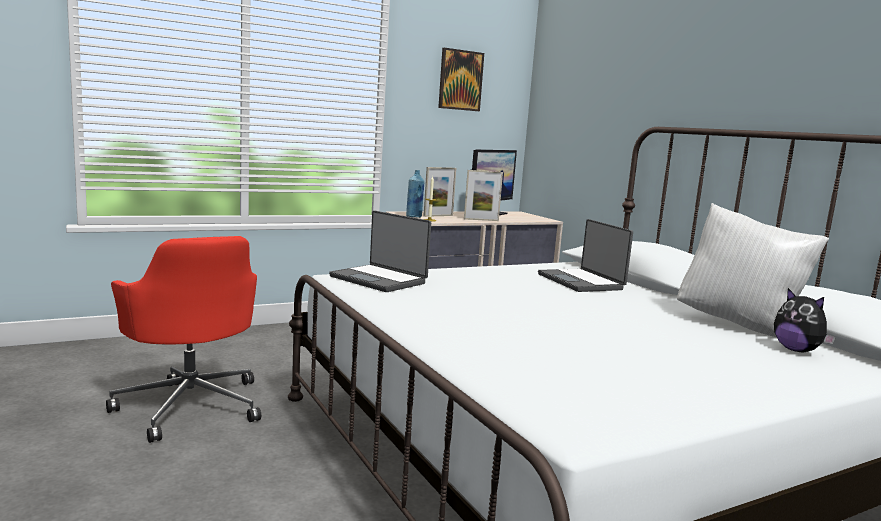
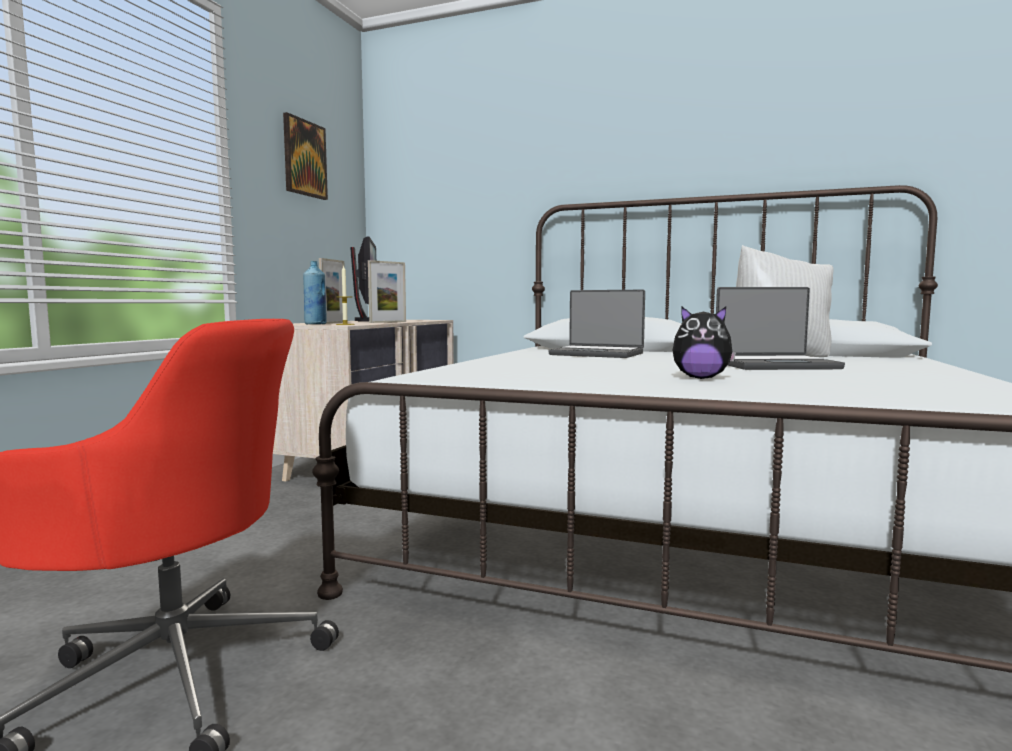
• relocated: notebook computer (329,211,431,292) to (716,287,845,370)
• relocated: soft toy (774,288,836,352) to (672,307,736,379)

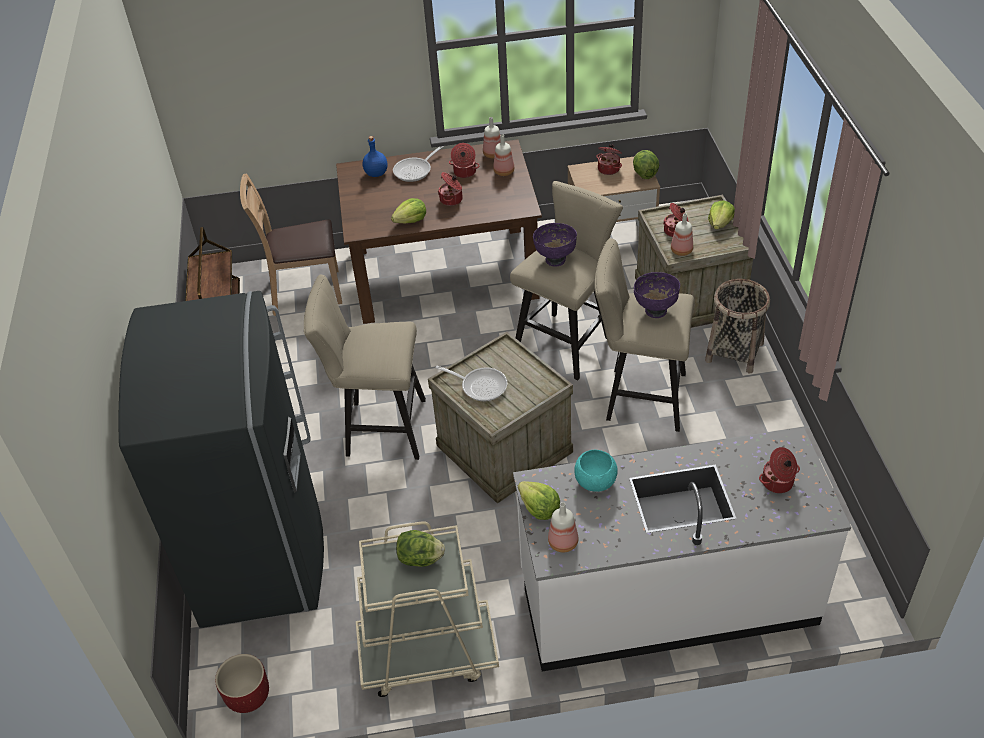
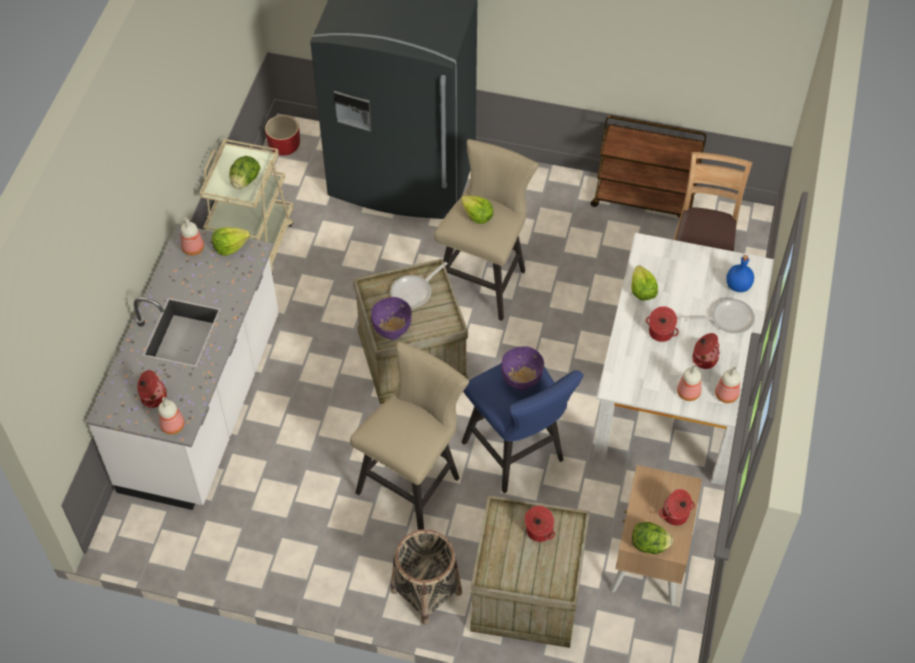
• colour: dining table (brown) (336,139,542,324) to dining table (white-coloured) (593,233,774,486)
• spun: skillet (393,146,444,182) = (685,299,755,334) 105 degrees clockwise
• colour: stool seat (sand-coloured) (510,181,623,381) to stool seat (blue-coloured) (462,364,583,493)
• missing: serving bowl (turquoise-coloured) (574,450,618,492)
• relocated: serving bowl (purple-coloured) (634,272,680,318) to (371,297,412,340)
• relocated: bottle (671,213,693,256) to (158,397,185,435)
• relocated: lettuce (708,200,735,230) to (461,195,494,224)

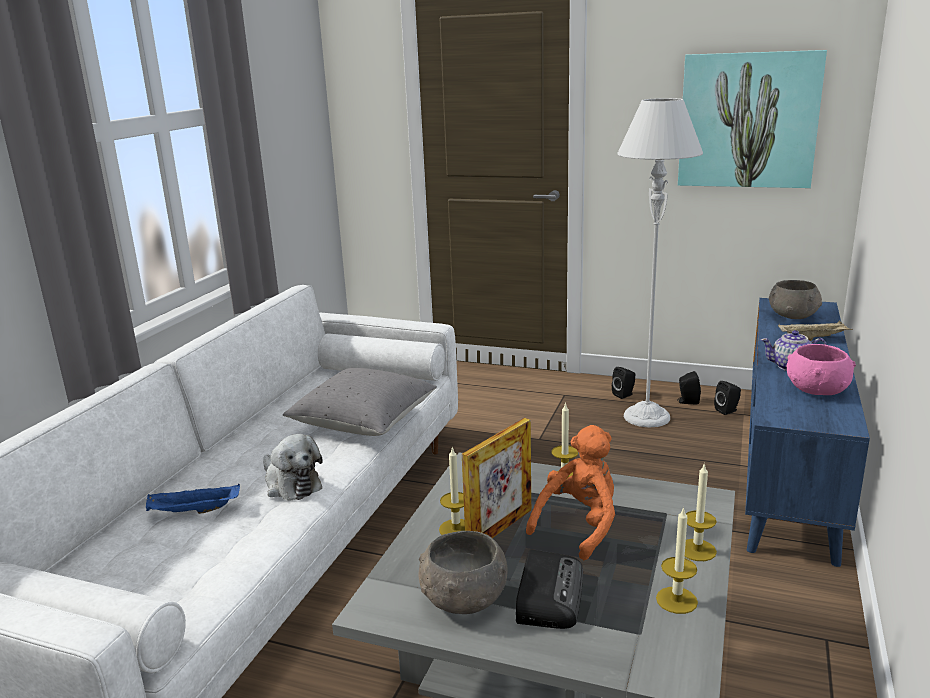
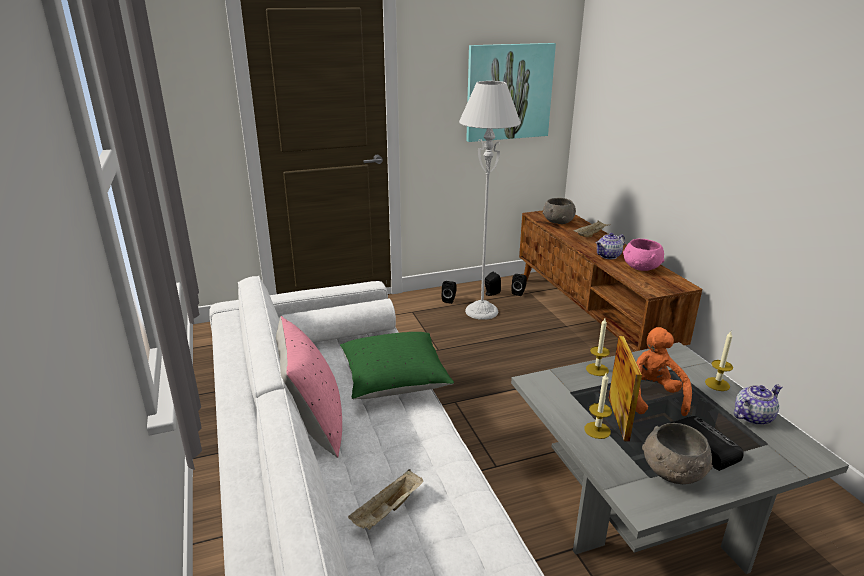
• colour: serving tray (blue-coloured) (146,483,240,514) to serving tray (sand-coloured) (348,469,423,530)
• missing: soft toy (263,434,323,501)
• colour: throw pillow (grey) (283,368,437,436) to throw pillow (green-coloured) (340,332,454,399)
• exchanged: wax candle (656,507,698,614) to pot for tea (734,384,782,425)
• colour: tv unit (blue-coloured) (745,298,870,567) to tv unit (brown) (519,211,702,352)
• appeared: throw pillow (pink) (276,316,342,458)

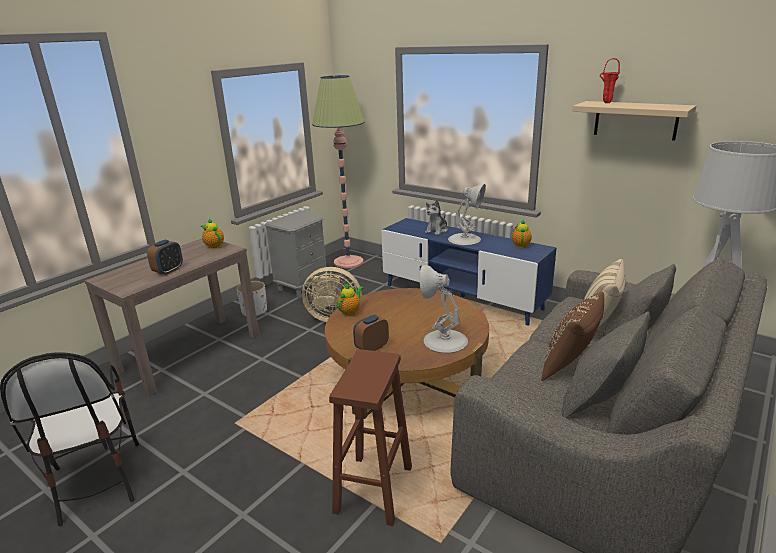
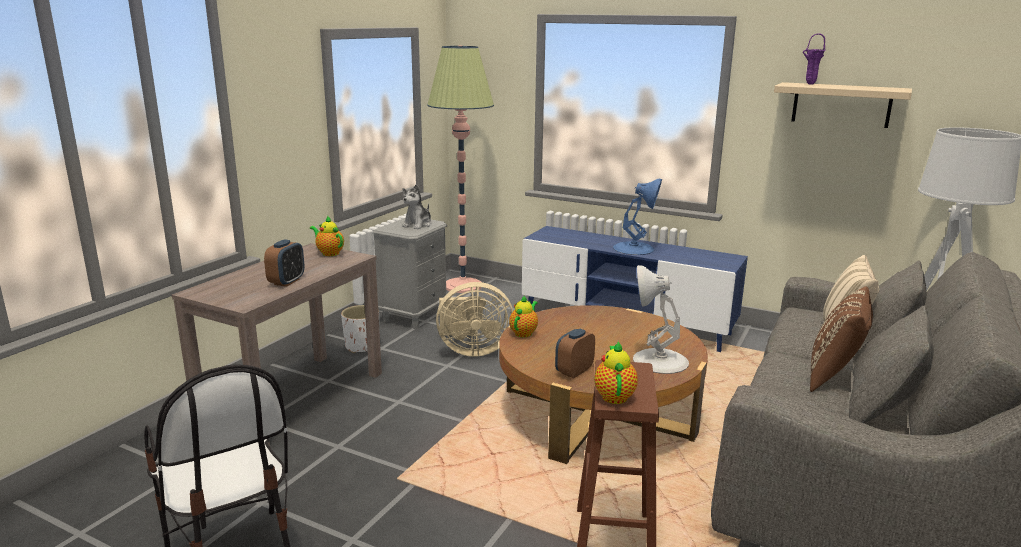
• relocated: soft toy (425,200,448,235) to (402,184,432,229)
• colour: lamp for a table (white-coloured) (448,184,486,246) to lamp for a table (blue-coloured) (613,179,662,255)
• relocated: pot for tea (512,220,532,248) to (594,341,638,404)
• colour: flower vase (reddish) (600,58,620,103) to flower vase (purple-coloured) (803,33,826,85)

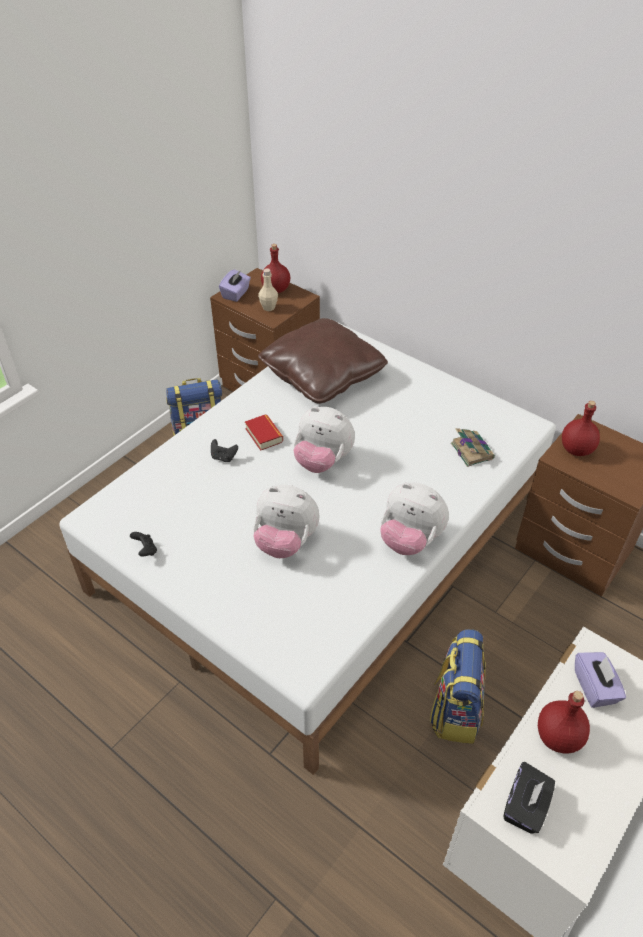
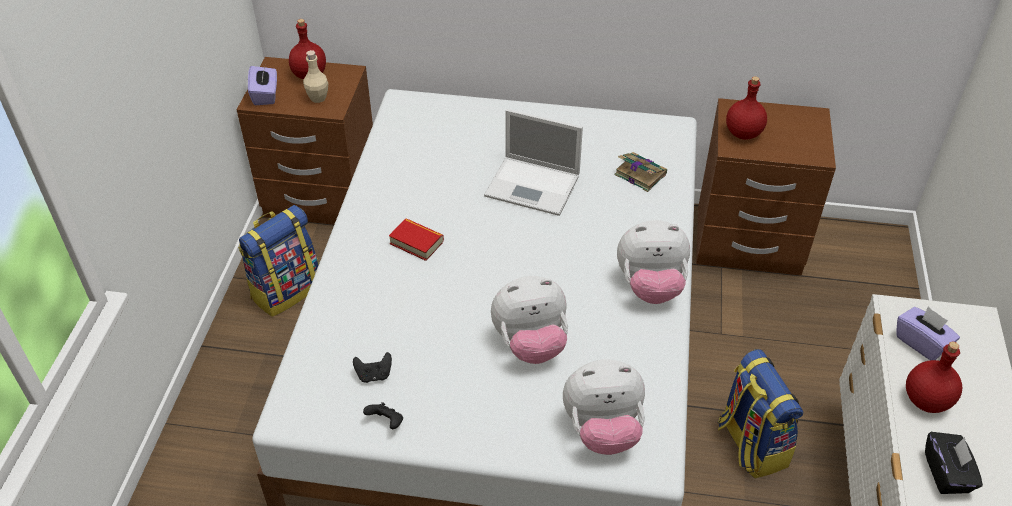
• relocated: joypad (blackish) (211,439,238,462) to (353,352,392,383)
• missing: throw pillow (brown) (258,318,388,404)
• relocated: soft toy (293,406,355,473) to (563,359,645,455)
• appeared: notebook computer (484,109,583,216)

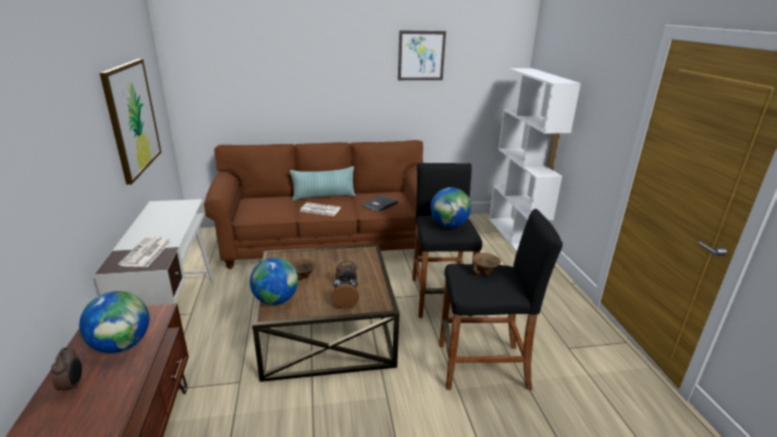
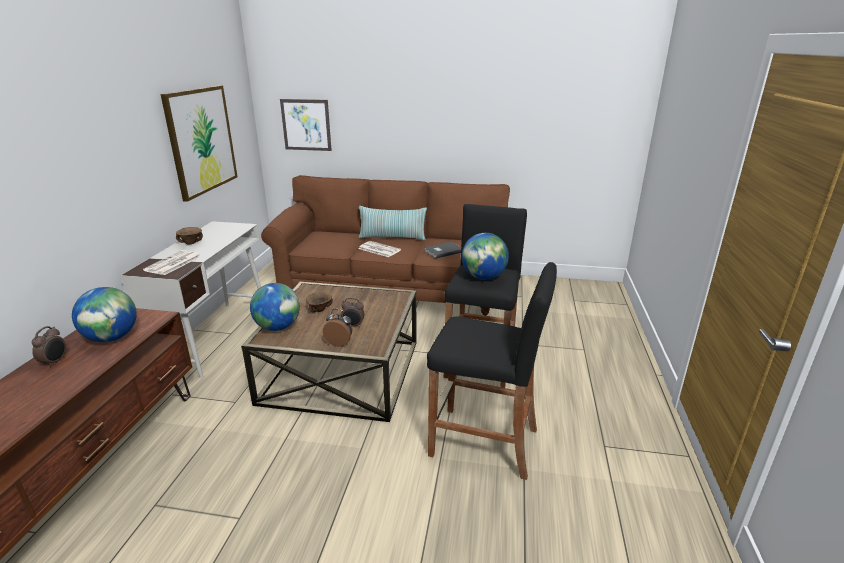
• relocated: wall art (398,30,446,80) to (280,99,332,151)
• relocated: serving bowl (brown) (473,253,501,275) to (176,227,203,244)
• missing: bookcase (white-coloured) (489,68,581,252)

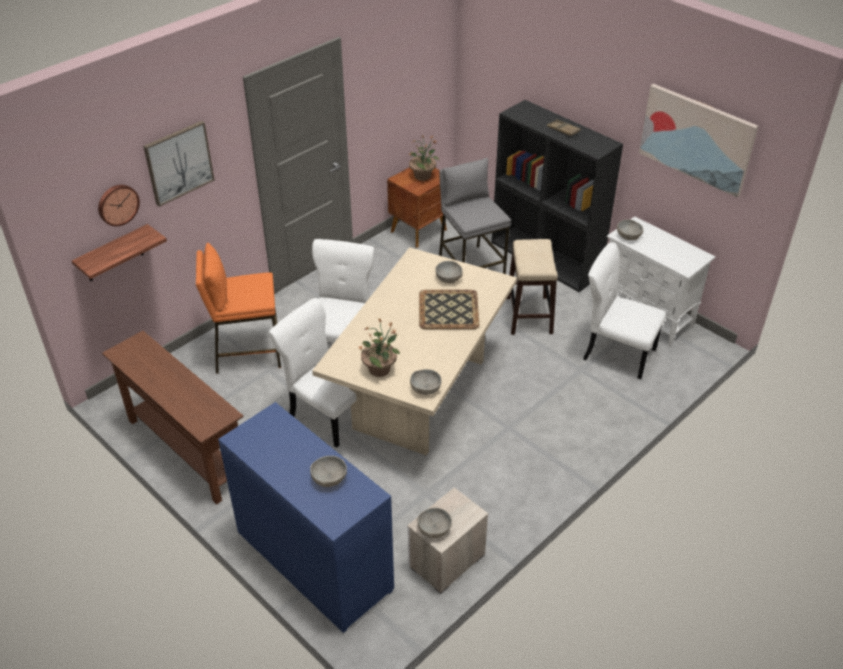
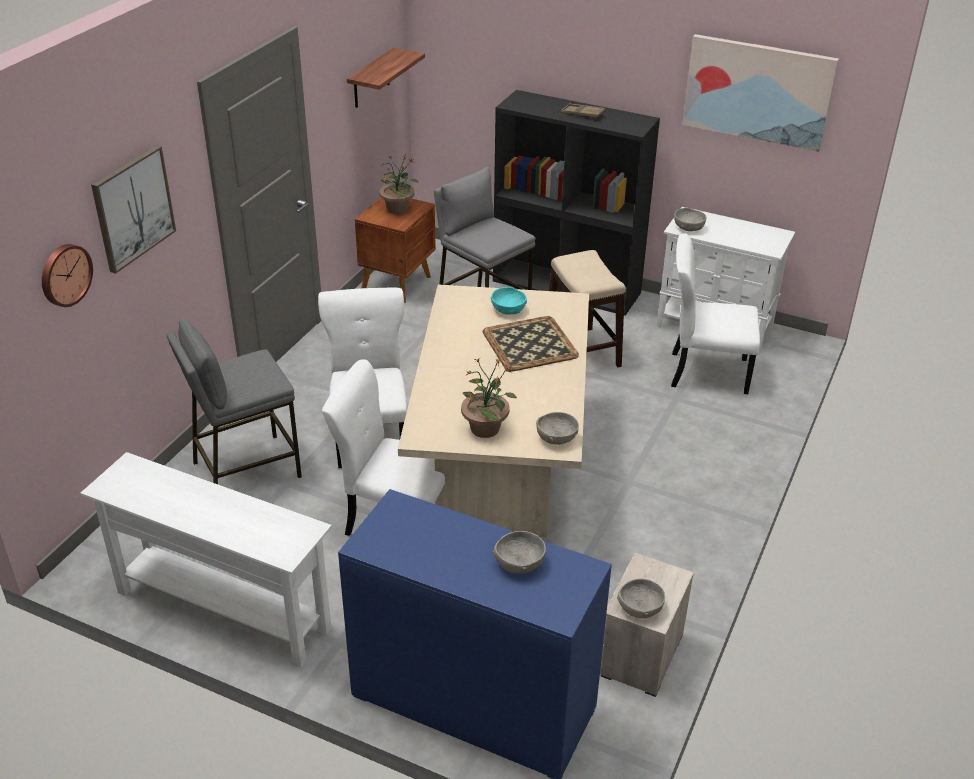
• relocated: bracket shelf (72,224,167,281) to (347,48,425,108)
• colour: hall table (brown) (102,331,243,504) to hall table (white-coloured) (80,452,332,668)
• colour: stool seat (orange) (196,243,281,374) to stool seat (grey) (166,319,302,484)
• colour: serving bowl (grey) (436,261,463,283) to serving bowl (turquoise-coloured) (490,287,527,314)

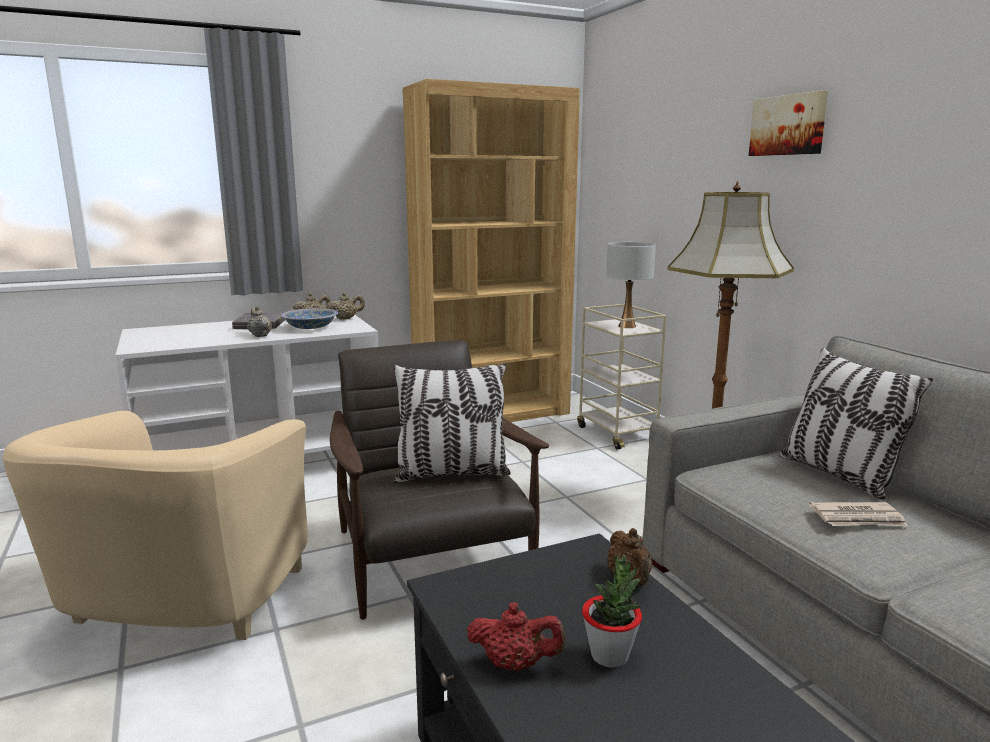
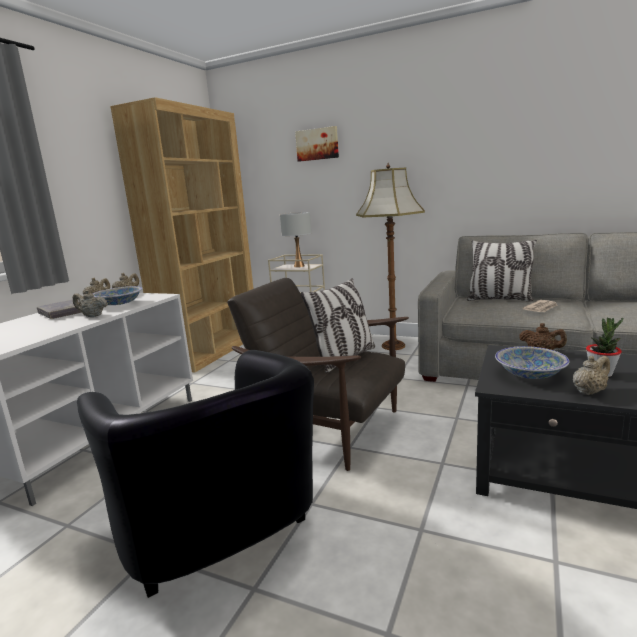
• colour: armchair (sand-coloured) (3,411,308,640) to armchair (blackish) (77,350,314,598)
• colour: pot for tea (reddish) (467,603,566,671) to pot for tea (sand-coloured) (573,356,610,395)
• relocated: wall art (749,90,828,156) to (295,126,339,162)
• appeared: serving bowl (495,346,569,379)

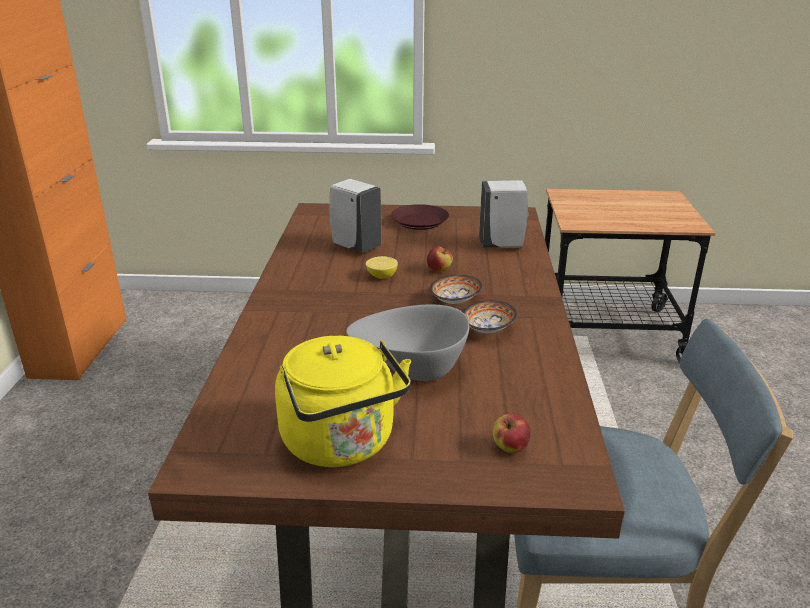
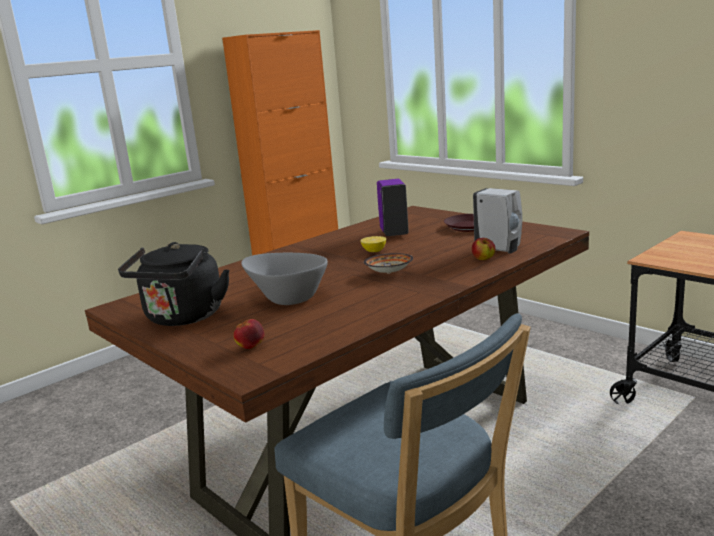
• colour: water kettle (yellow-coloured) (275,336,411,467) to water kettle (blackish) (118,242,230,326)
• colour: soap dispenser (white-coloured) (329,179,382,253) to soap dispenser (purple-coloured) (377,179,409,236)
• relocated: apple (427,247,453,272) to (472,238,495,260)
• missing: serving bowl (463,300,517,333)

